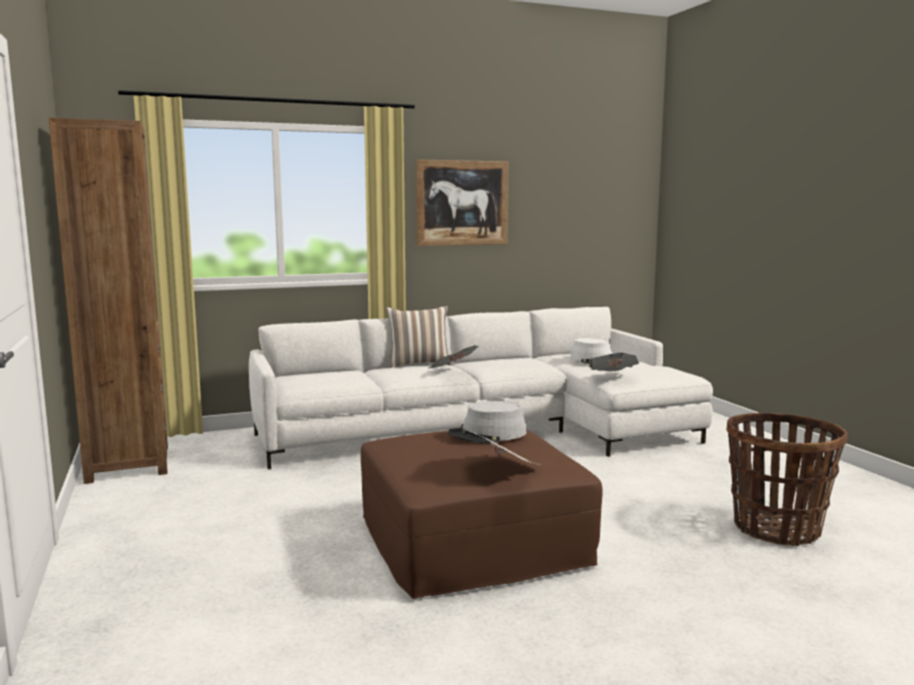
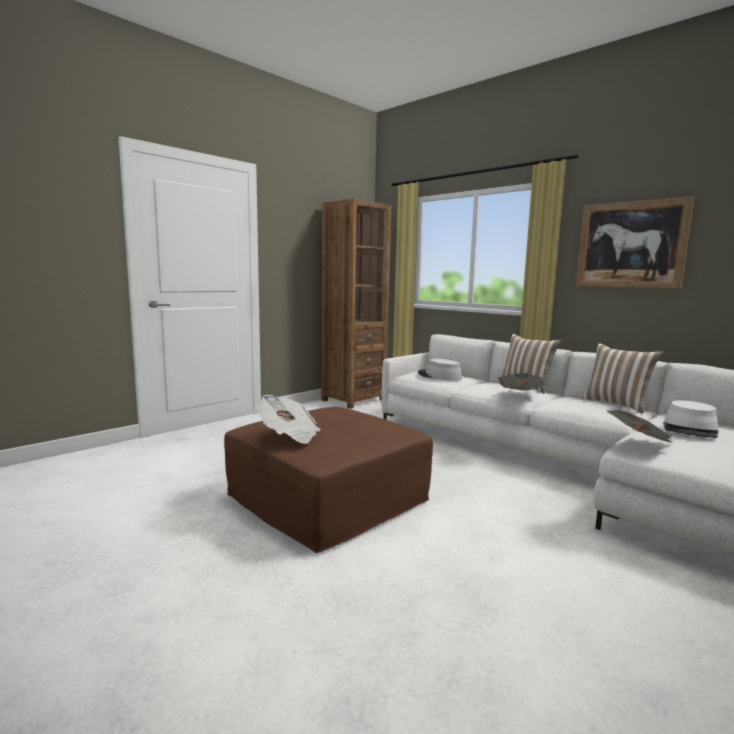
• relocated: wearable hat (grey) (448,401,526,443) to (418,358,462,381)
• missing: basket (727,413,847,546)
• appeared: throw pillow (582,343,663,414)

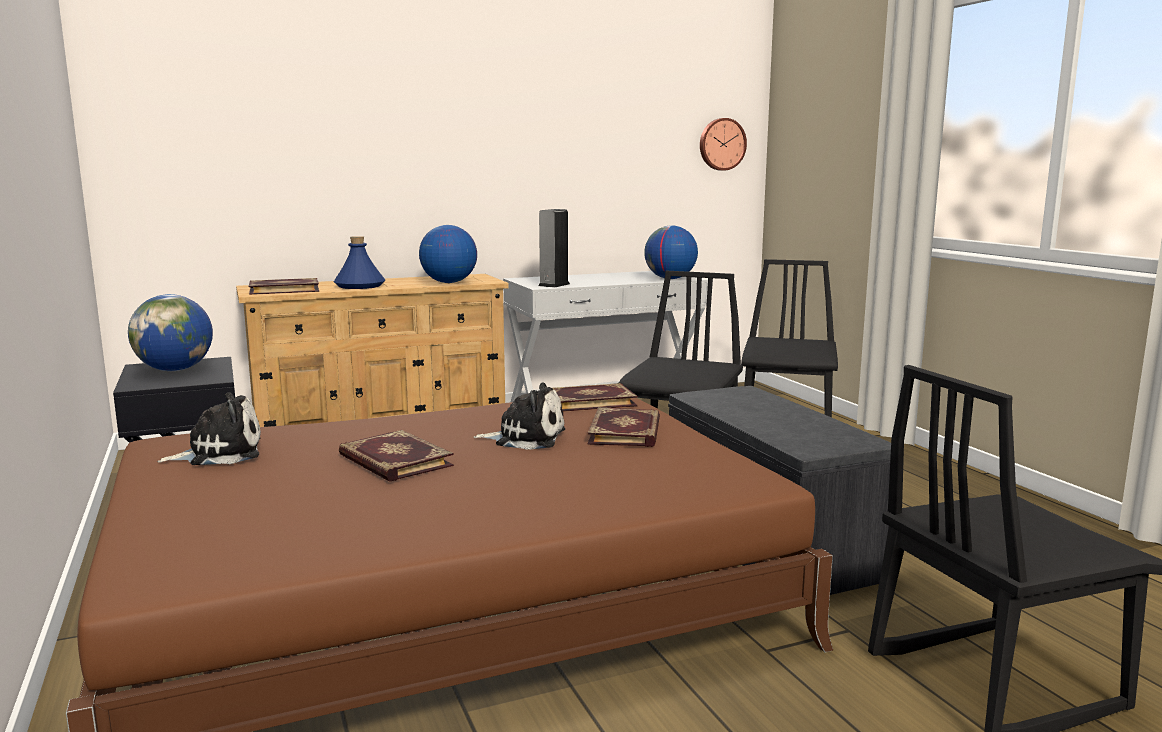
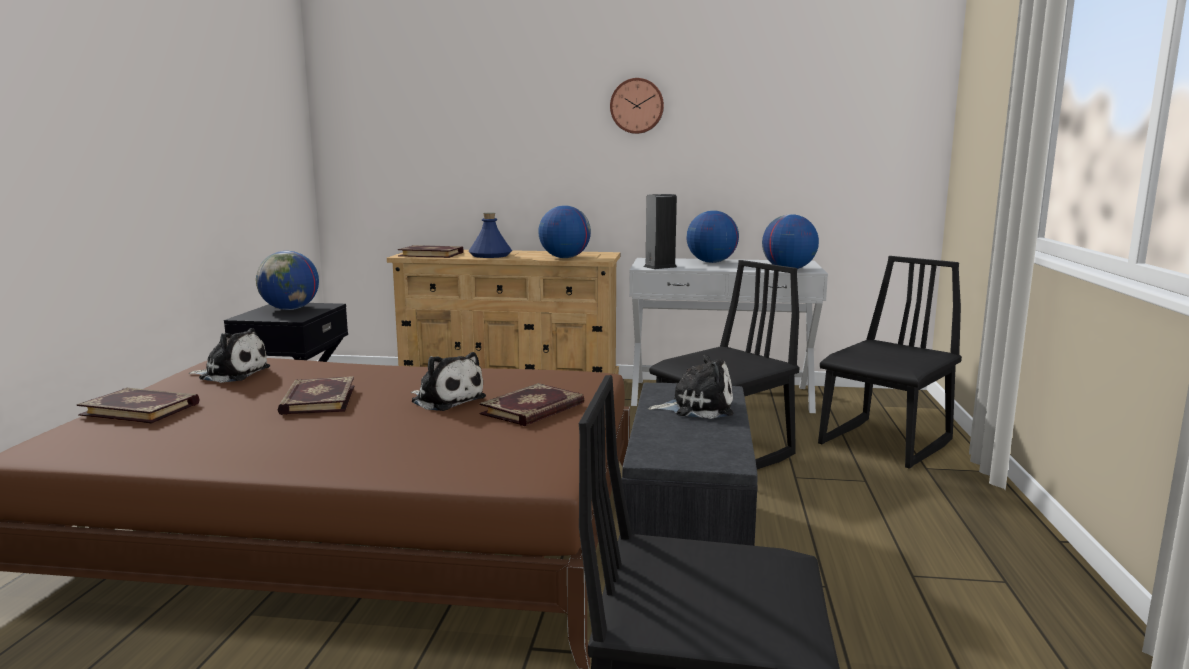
• relocated: book (553,383,638,412) to (77,388,200,423)
• relocated: hanging clock (700,118,747,171) to (610,78,664,134)
• appeared: soft toy (648,355,733,419)
• appeared: world globe (686,210,739,263)

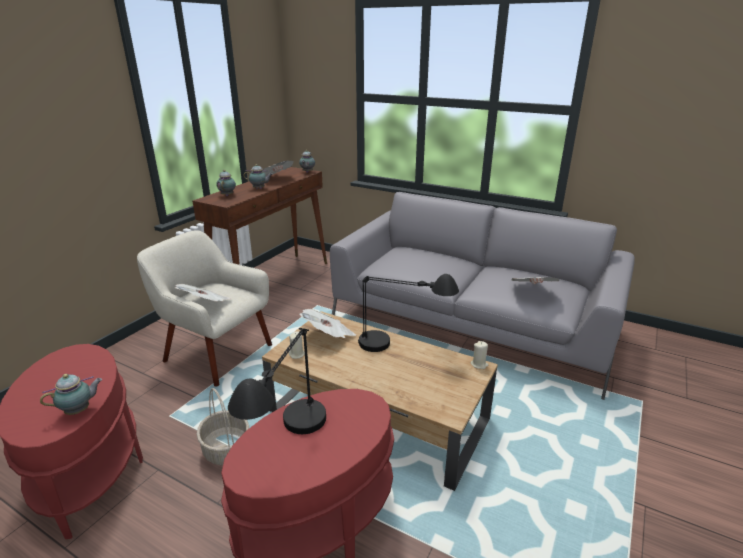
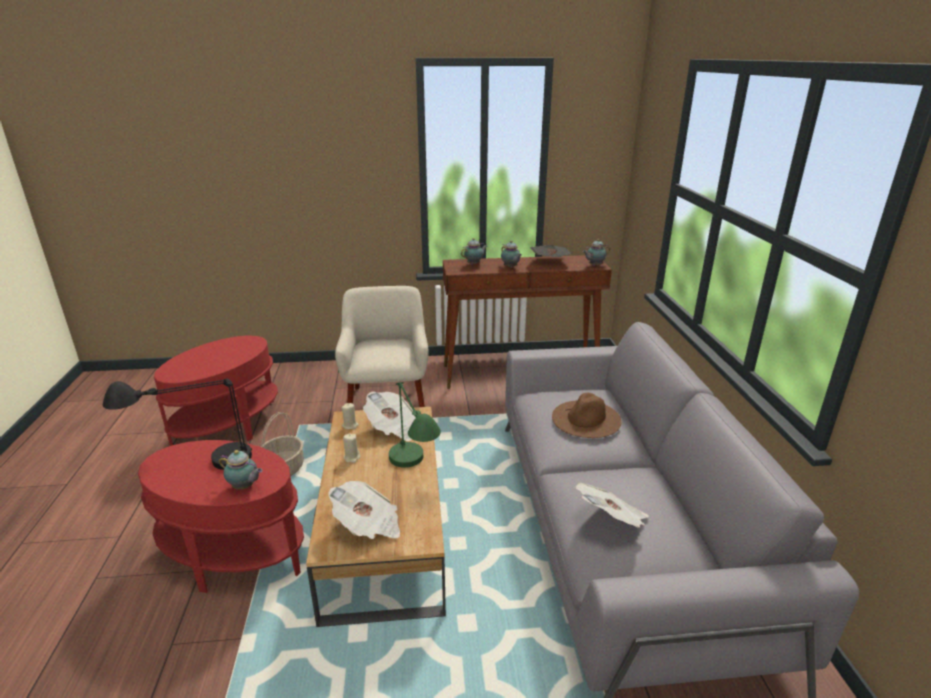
• relocated: pot for tea (40,374,102,415) to (219,450,263,490)
• relocated: printed paper (174,284,231,301) to (328,481,400,539)
• colour: lamp for a table (blackish) (358,274,459,352) to lamp for a table (green-coloured) (389,382,441,468)
• relocated: wax candle (sand-coloured) (470,341,488,369) to (343,433,360,463)
• appeared: wearable hat (brown) (552,393,622,438)

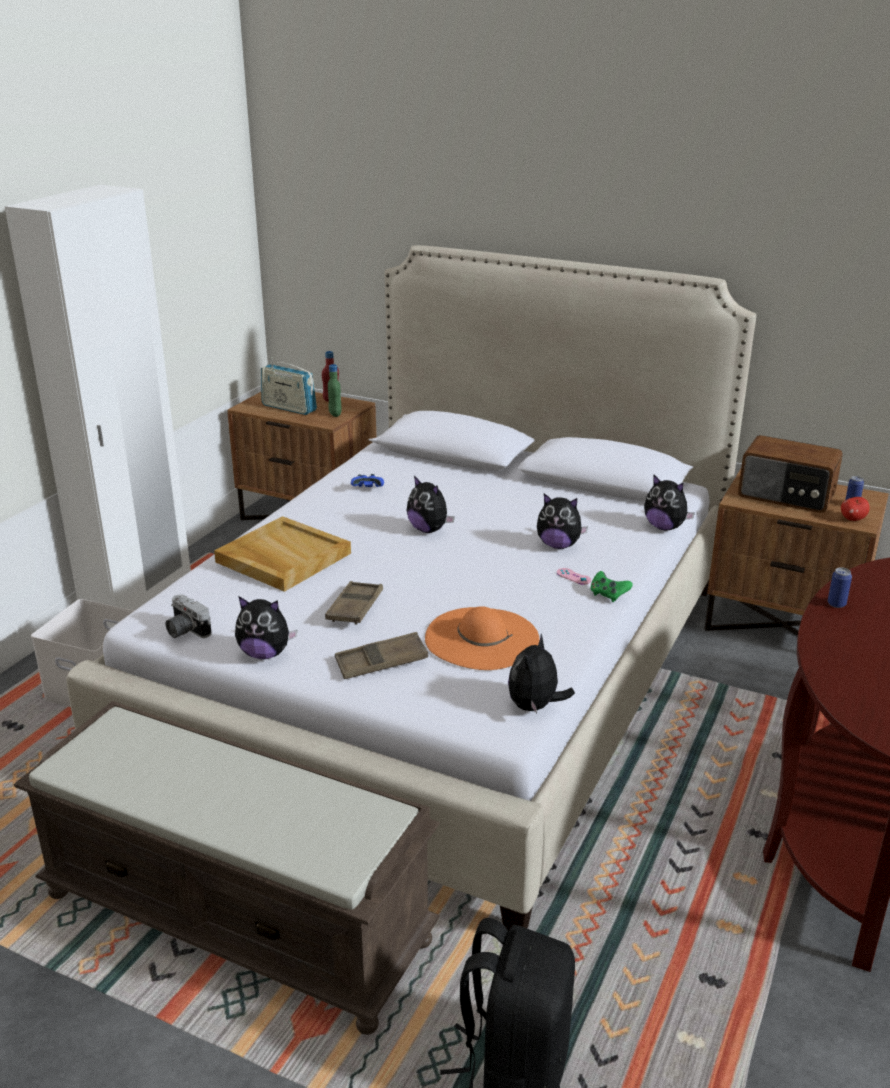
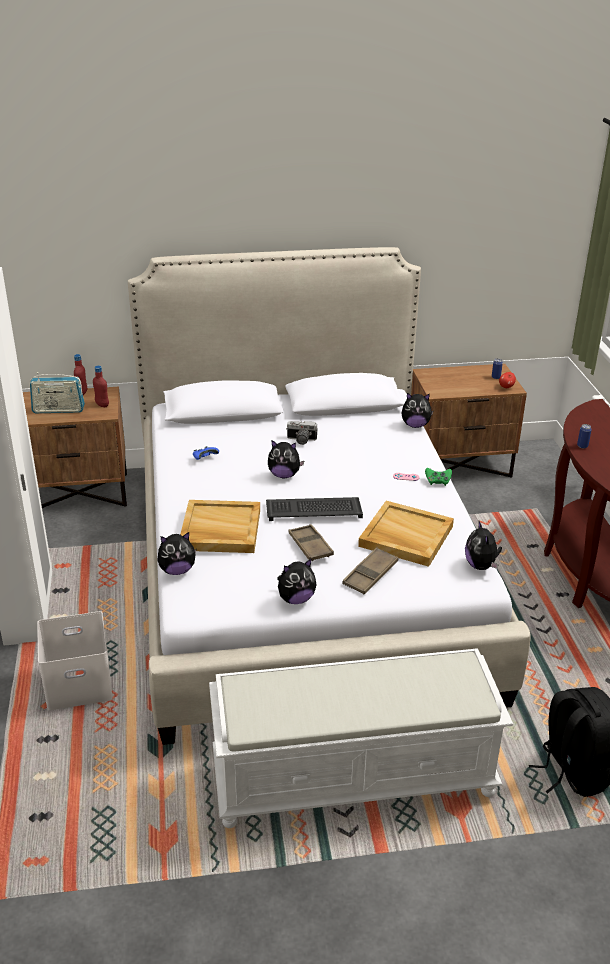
• colour: long seat (brown) (14,701,440,1035) to long seat (white-coloured) (209,648,513,828)
• relocated: still camera (166,594,212,638) to (286,421,317,445)
• colour: bottle (green-coloured) (328,364,341,417) to bottle (reddish) (93,366,109,407)
• exchanged: wearable hat (orange) (425,606,540,670) to serving tray (sand-coloured) (358,501,454,567)
• relocated: soft toy (537,494,588,549) to (157,532,197,575)
• missing: radio set (738,435,843,513)
• appeared: PC keyboard (266,497,363,521)

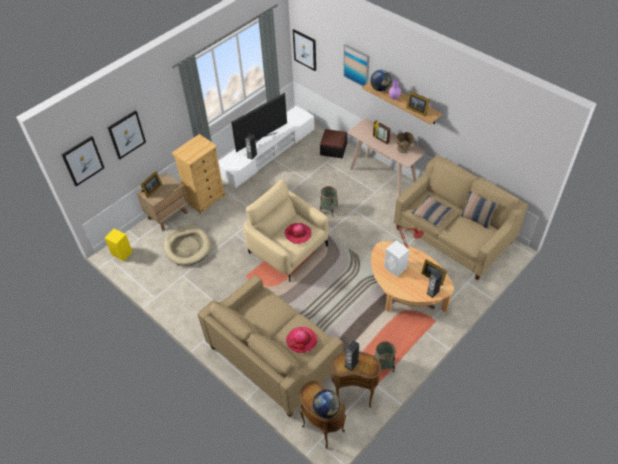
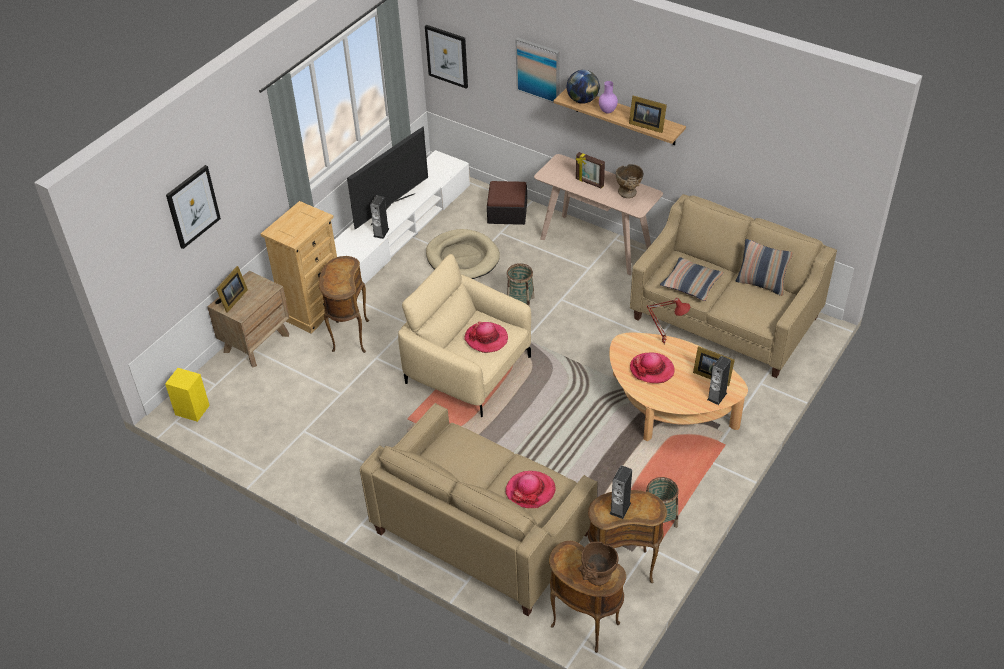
• missing: wall art (61,136,104,186)
• relocated: dog bed (sand-coloured) (164,226,212,265) to (426,229,500,279)
• exchanged: world globe (313,390,340,418) to flower vase (brown) (578,542,619,586)
• exchanged: audio speaker (white-coloured) (384,240,409,277) to wearable hat (630,352,675,383)
• appeared: end table (brown) (319,256,369,353)

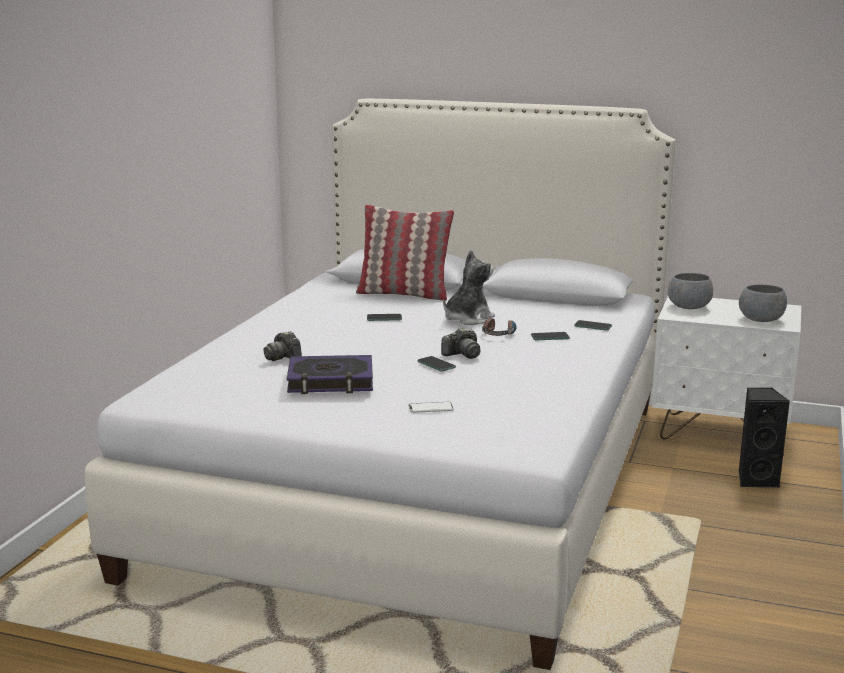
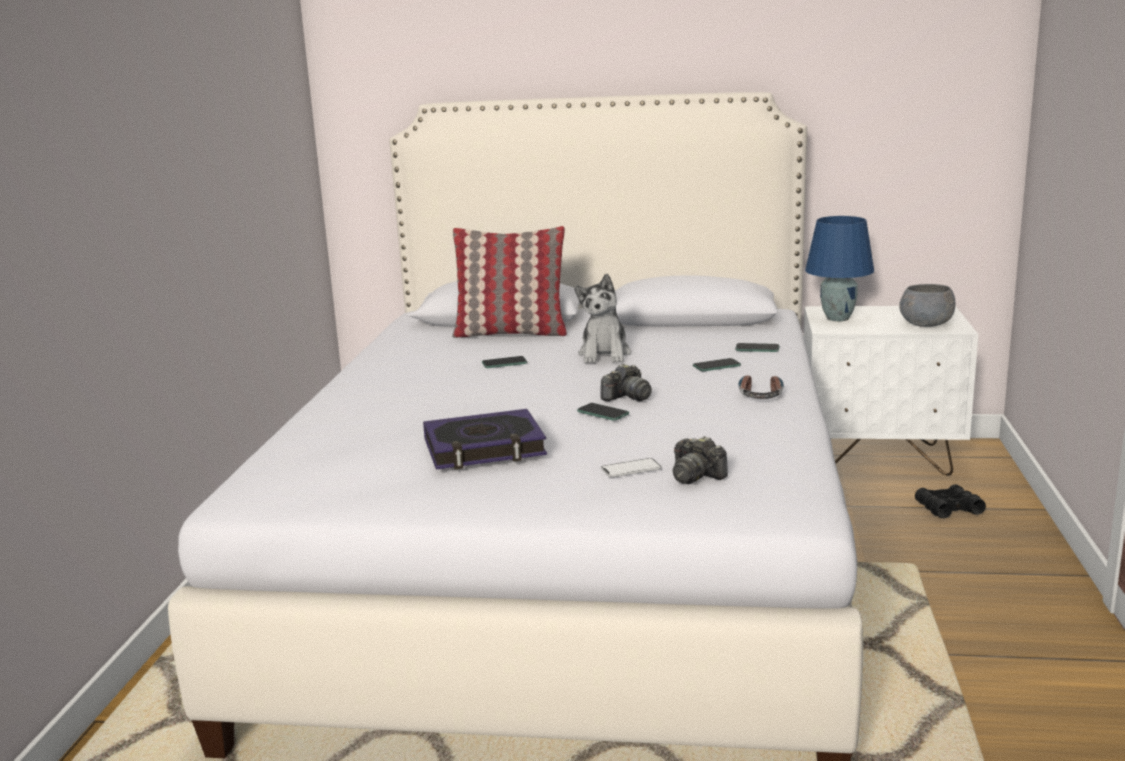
• relocated: still camera (263,331,302,361) to (673,436,728,484)
• spun: soft toy (443,250,495,325) = (574,274,631,363) 150 degrees clockwise
• relocated: headphones (482,318,517,336) to (739,375,784,399)
• exchanged: serving bowl (grey) (668,273,713,309) to lamp for a table (blue-coloured) (805,216,874,321)
• exchanged: audio speaker (blackish) (739,387,790,488) to binoculars (blackish) (915,484,986,518)

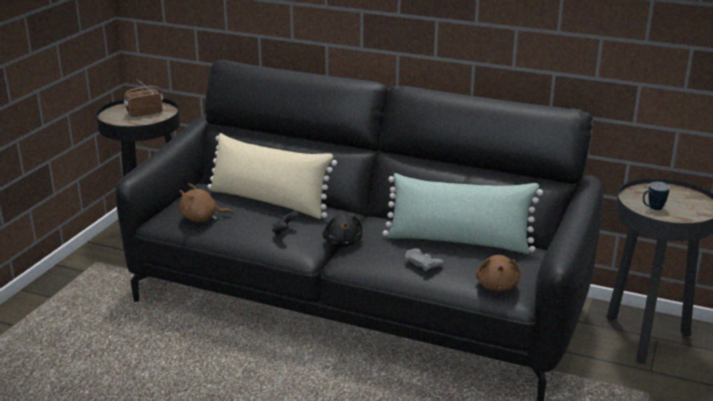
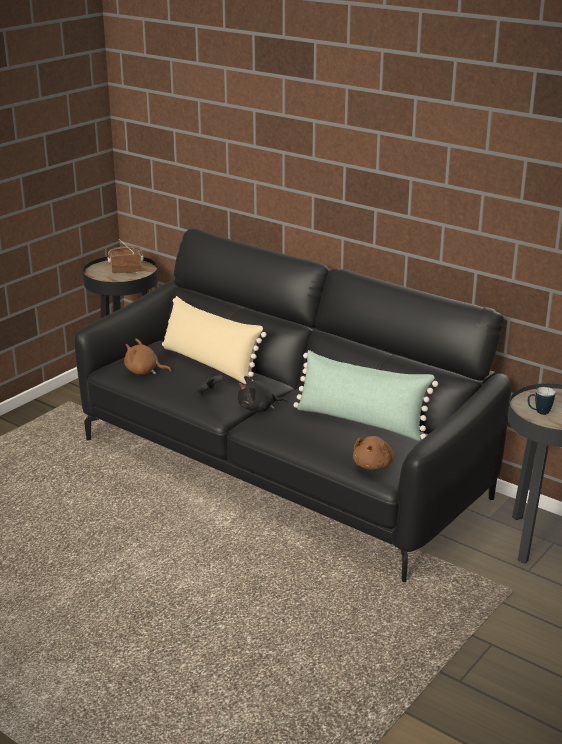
• spun: soft toy (blackish) (322,214,363,247) = (238,376,287,412) 75 degrees clockwise
• missing: joypad (grey) (404,248,444,272)

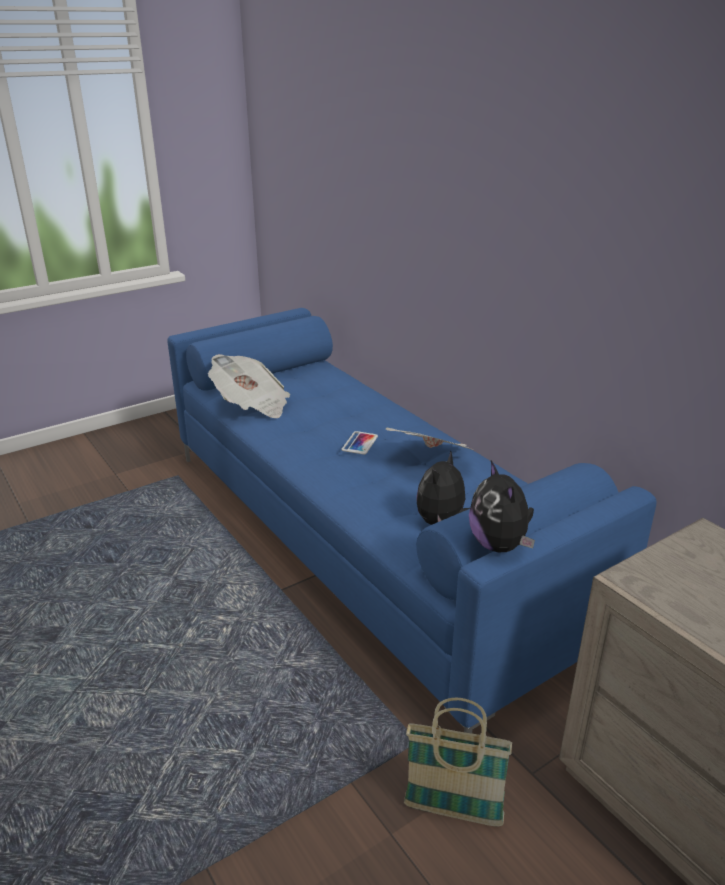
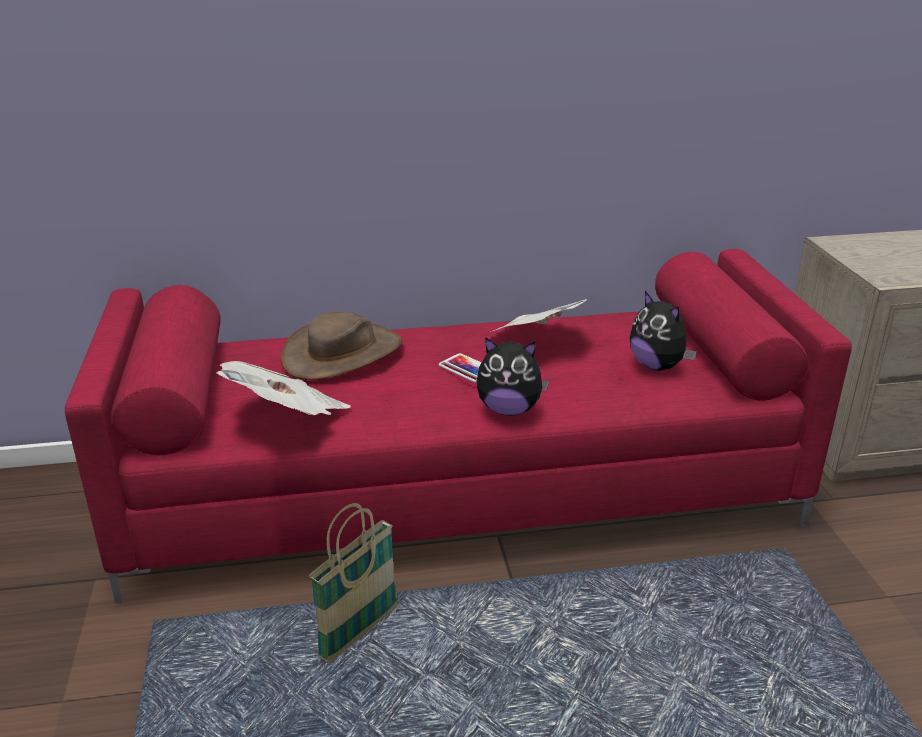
• colour: sofa (blue-coloured) (167,308,656,733) to sofa (reddish) (65,249,852,604)
• relocated: basket (404,698,512,826) to (309,503,397,663)
• relocated: soft toy (469,461,535,552) to (477,337,550,416)
• appeared: wearable hat (brown) (281,312,403,380)

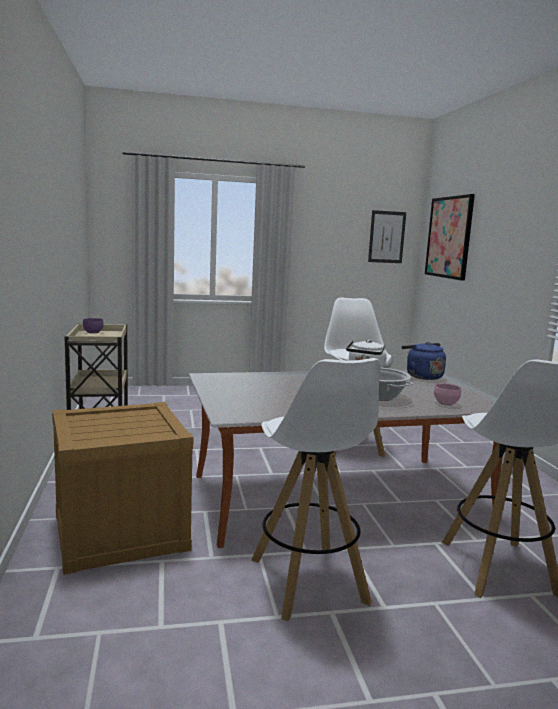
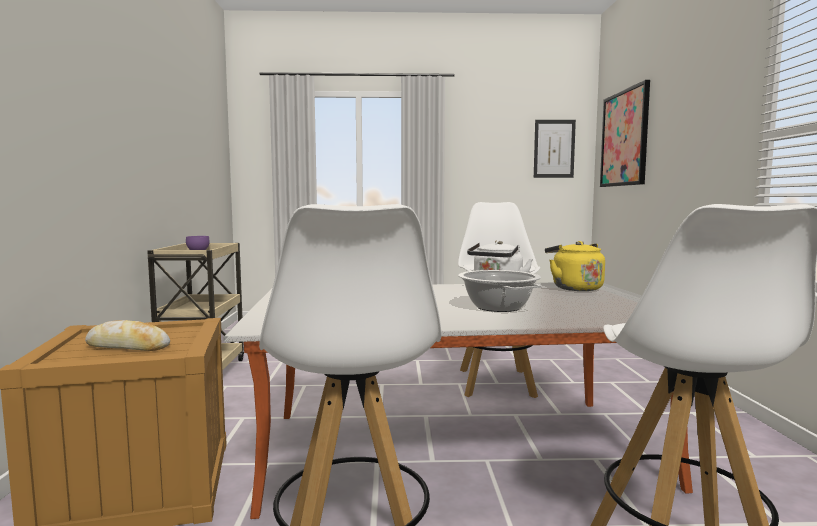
• colour: water kettle (blue-coloured) (401,342,446,380) to water kettle (yellow-coloured) (545,241,605,291)
• missing: serving bowl (pink) (434,383,461,406)
• appeared: baked bread (85,320,170,351)

